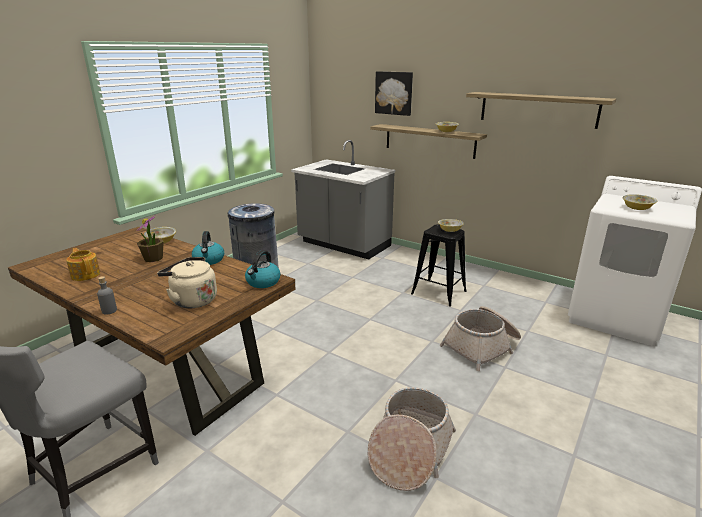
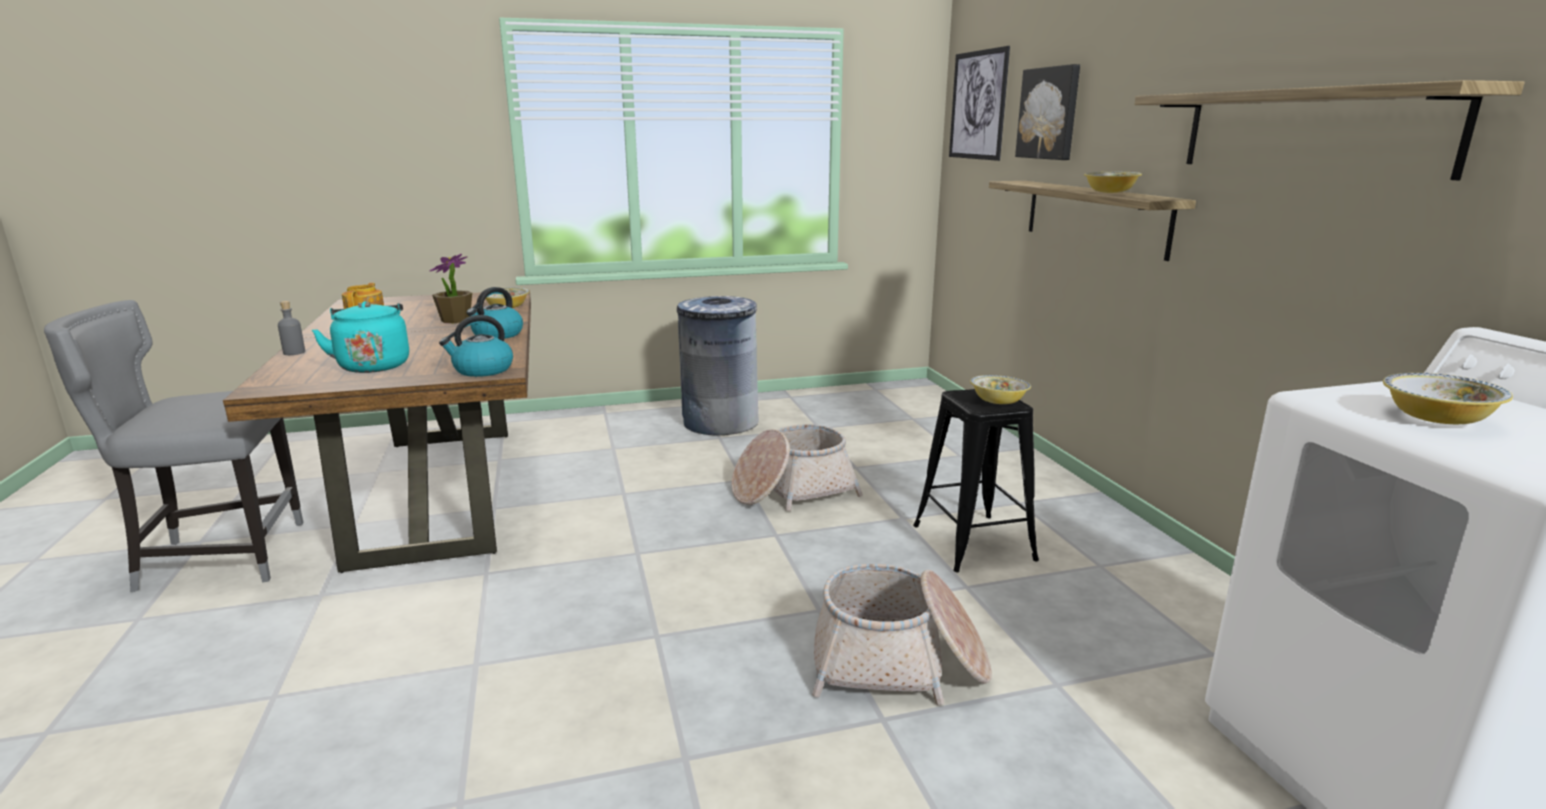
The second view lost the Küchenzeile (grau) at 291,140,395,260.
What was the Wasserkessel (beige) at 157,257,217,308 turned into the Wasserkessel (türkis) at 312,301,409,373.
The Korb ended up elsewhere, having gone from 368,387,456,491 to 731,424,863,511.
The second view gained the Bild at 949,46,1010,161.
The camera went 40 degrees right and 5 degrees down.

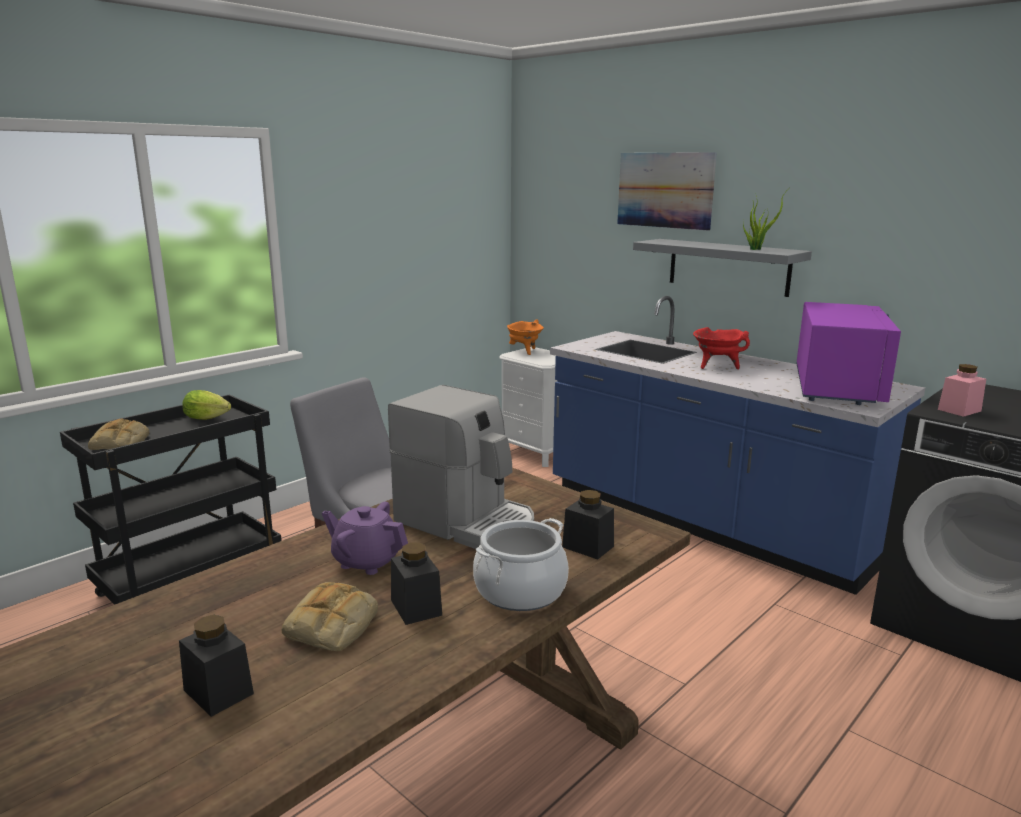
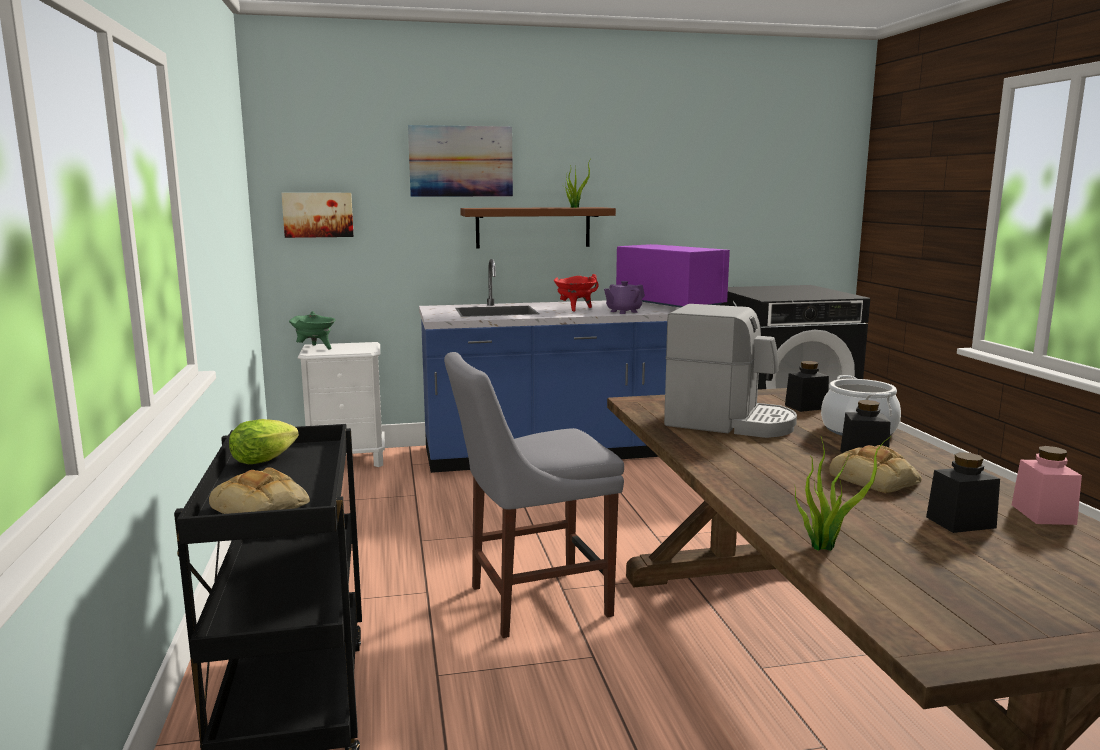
What was the Wandregal (grau) at 633,239,812,297 turned into the Wandregal (braun) at 460,207,616,248.
What was the Kochtopf (orange) at 507,319,544,355 turned into the Kochtopf (grün) at 289,311,335,349.
The Vorratsglas (rosa) ended up elsewhere, having gone from 938,364,986,417 to 1012,446,1082,525.
The Kaffeemaschine at 388,385,534,549 ended up facing another way, 45 degrees clockwise from before.
The Teekanne (lila) ended up elsewhere, having gone from 322,502,408,575 to 604,281,645,314.
The second view gained the Bild at 281,193,354,238.
The second view gained the Topfpflanze at 795,436,891,551.
The camera went 55 degrees left and 5 degrees down.

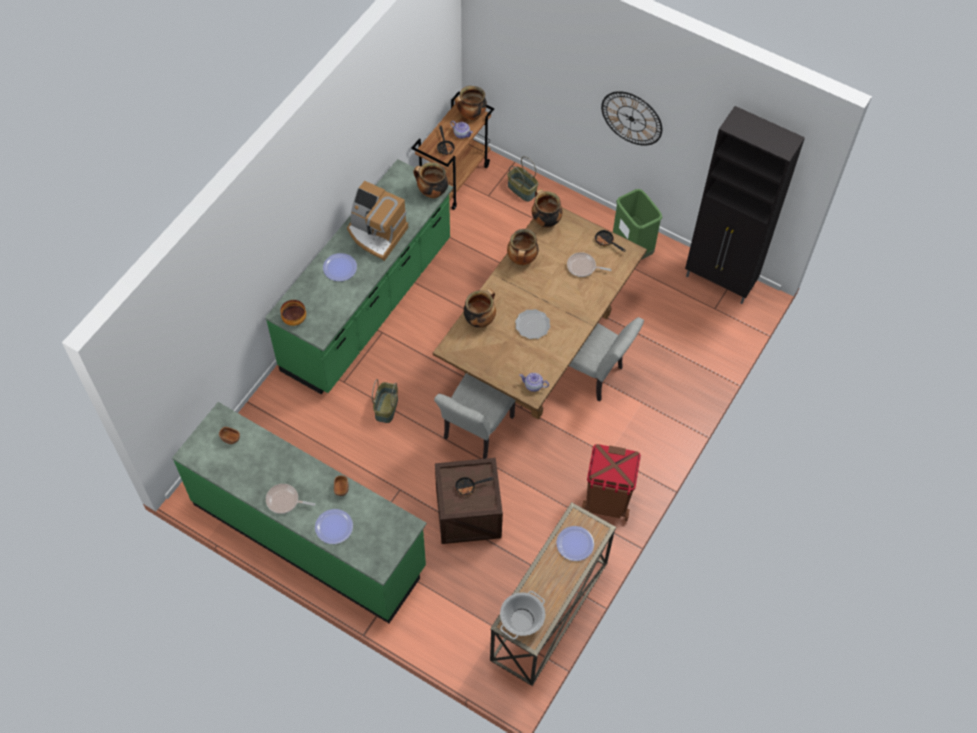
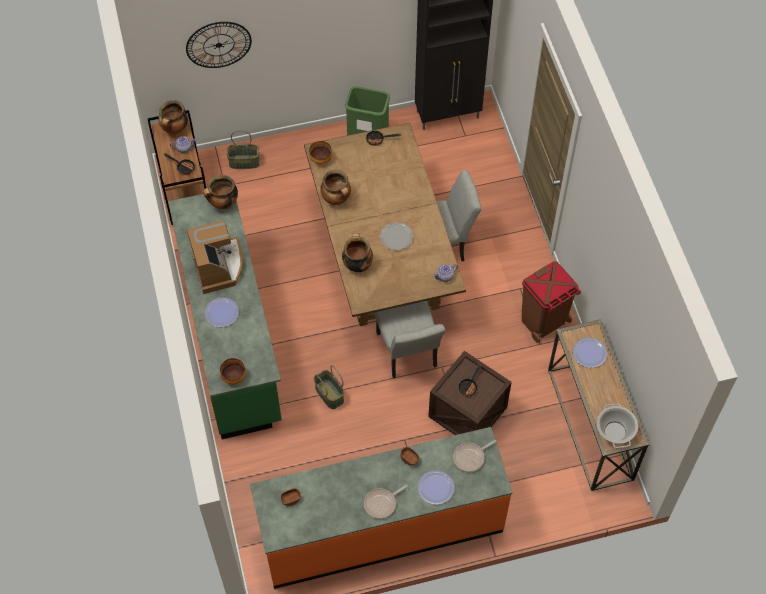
The Wanduhr ended up elsewhere, having gone from 601,91,662,146 to 186,22,252,68.
The Kaffeemaschine at 347,181,408,261 ended up facing another way, 90 degrees counterclockwise from before.
Where the Kochtopf stood at 532,189,563,228, the Schüssel came to stand at 309,141,332,164.
The Pfanne ended up elsewhere, having gone from 567,252,612,277 to 453,440,496,472.
What was the Küchenzeile (grün) at 172,402,427,623 turned into the Küchenzeile (orange) at 250,427,513,589.
The camera went 45 degrees left and 0 degrees up.

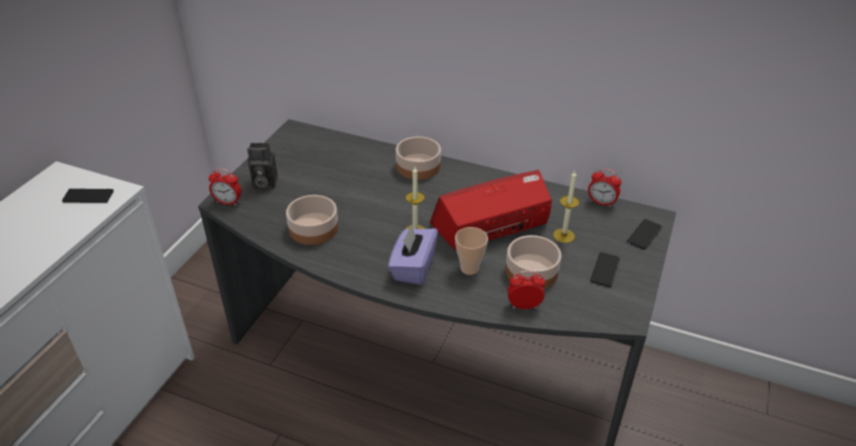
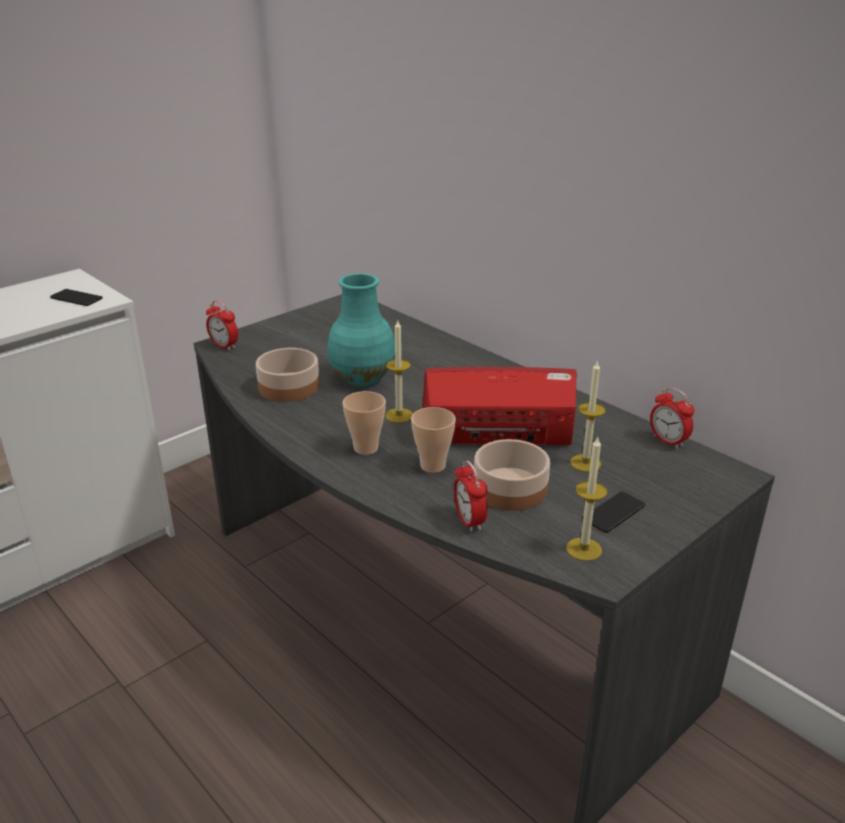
The second view lost the Schüssel at 396,137,441,180.
The second view lost the Kamera at 247,143,278,189.
The second view lost the Handy at 627,219,662,249.
Where the Taschentuchbox (lila) stood at 388,224,438,285, the Tasse came to stand at 343,391,386,455.
The Wecker at 508,271,545,309 ended up facing another way, 135 degrees counterclockwise from before.
The second view gained the Vase (türkis) at 327,273,395,387.
The second view gained the Kerze at 566,437,607,561.
The camera went 25 degrees right and 10 degrees down.

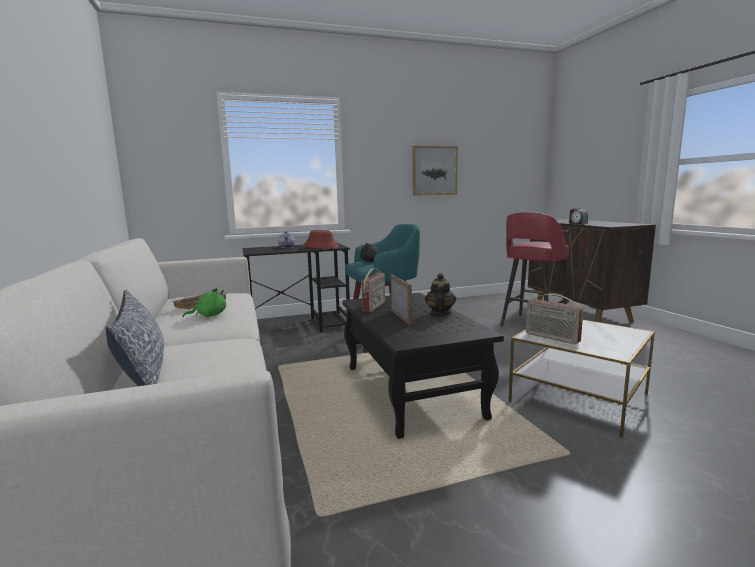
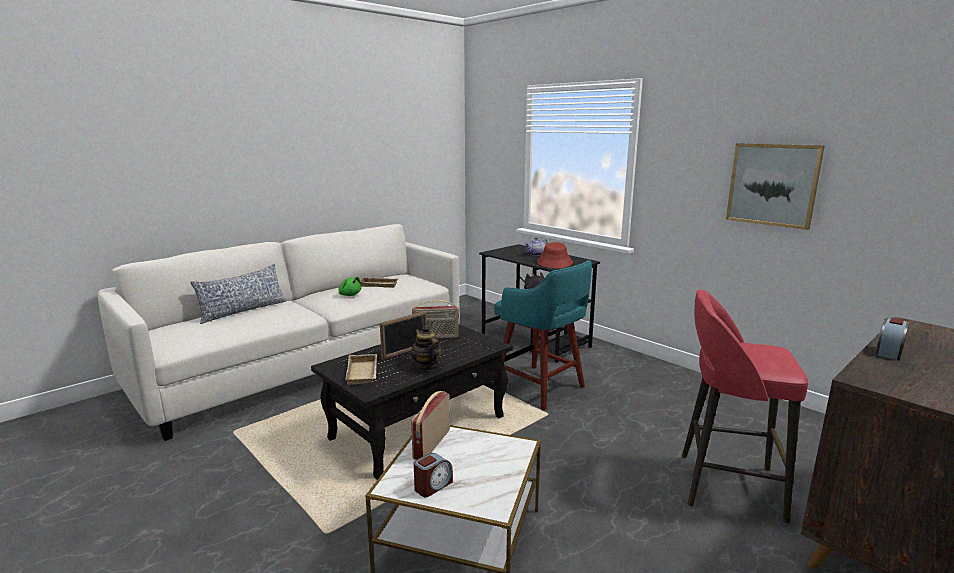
The Teekanne at 425,273,456,316 ended up facing another way, 105 degrees counterclockwise from before.
The second view gained the Tablett (beige) at 345,354,377,385.
The second view gained the Wecker at 414,453,453,497.
The camera went 65 degrees right and 5 degrees up.

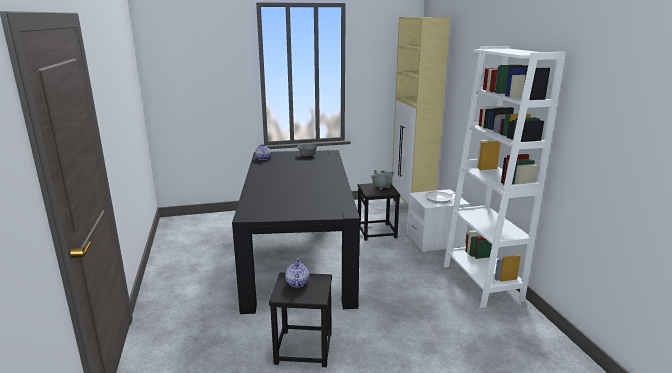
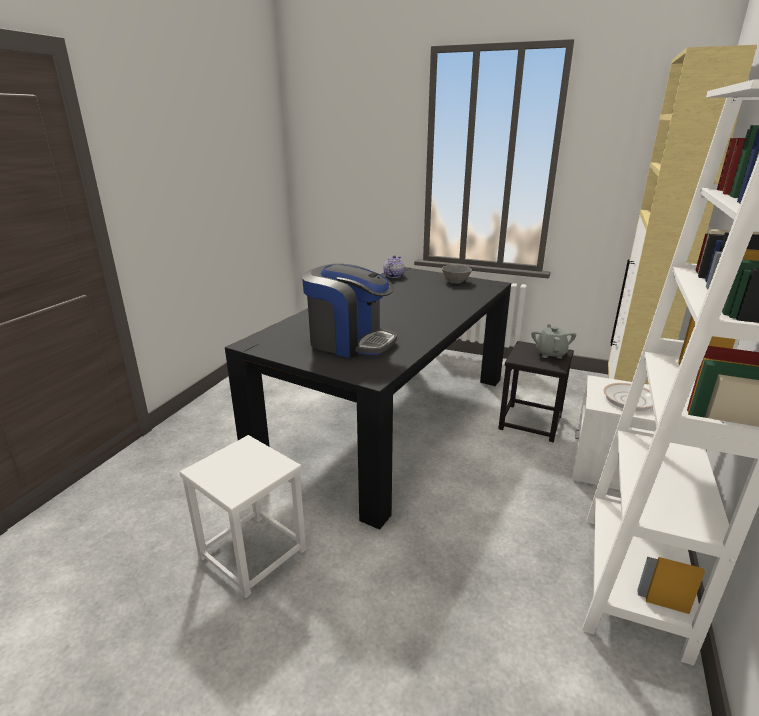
The second view lost the Teekanne at 285,259,309,288.
What was the Hocker (schwarz) at 269,272,332,367 turned into the Hocker (weiß) at 179,435,306,598.
The second view gained the Kaffeemaschine at 302,263,397,358.
The camera went 35 degrees right and 5 degrees up.

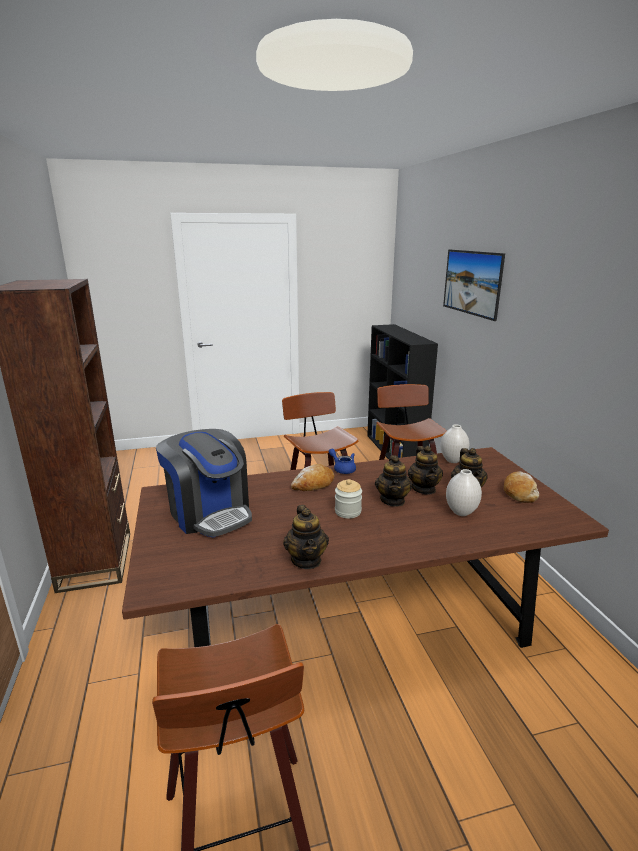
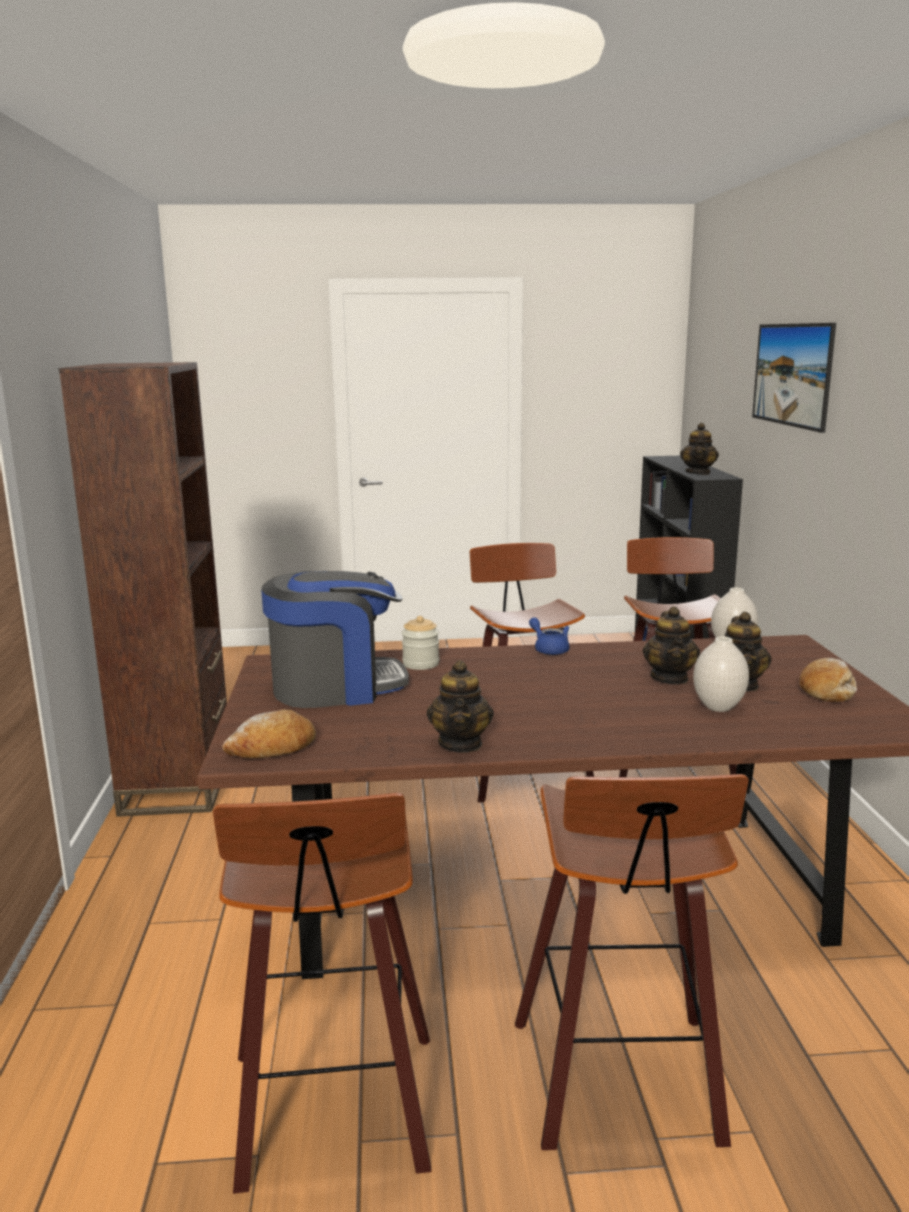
The Kaffeemaschine at 156,429,252,537 ended up facing another way, 75 degrees counterclockwise from before.
The Teekanne ended up elsewhere, having gone from 375,455,413,507 to 680,423,719,475.
The Brot ended up elsewhere, having gone from 291,464,335,491 to 222,710,316,758.
The Vorratsglas ended up elsewhere, having gone from 335,479,362,518 to 402,616,440,670.
The second view gained the Hocker at 515,774,749,1150.
The camera went 10 degrees right and 5 degrees down.

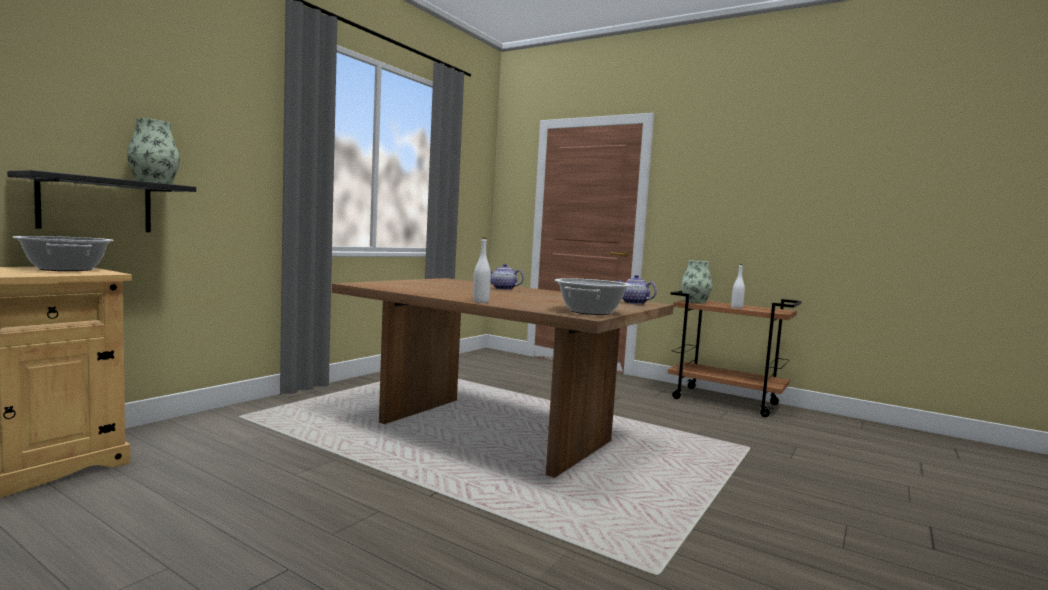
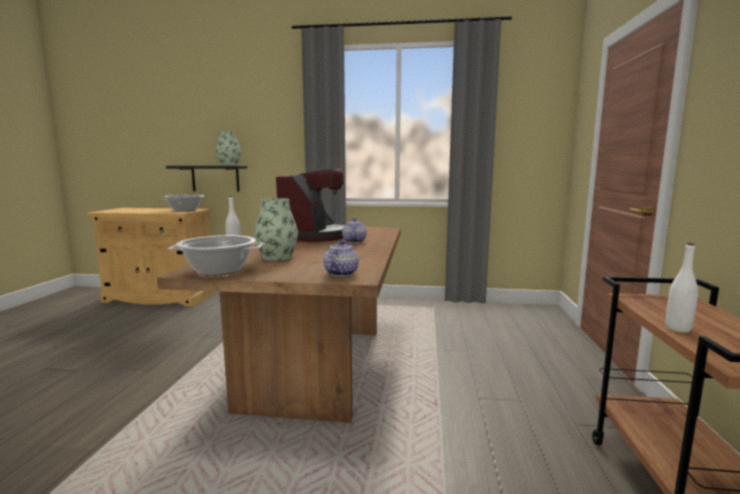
The Vase ended up elsewhere, having gone from 681,260,713,304 to 254,198,298,261.
The second view gained the Kaffeemaschine at 276,168,345,242.
The camera went 65 degrees right and 5 degrees up.

